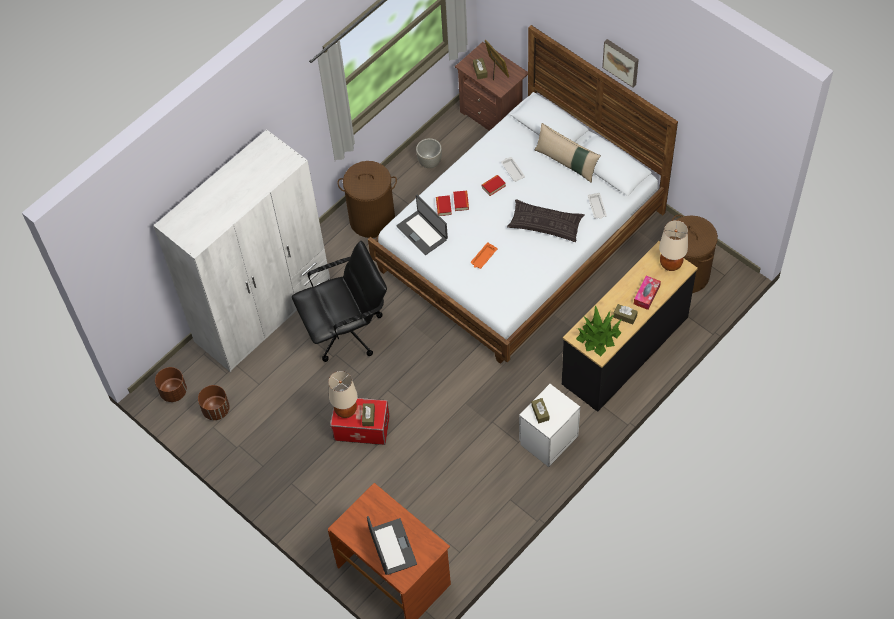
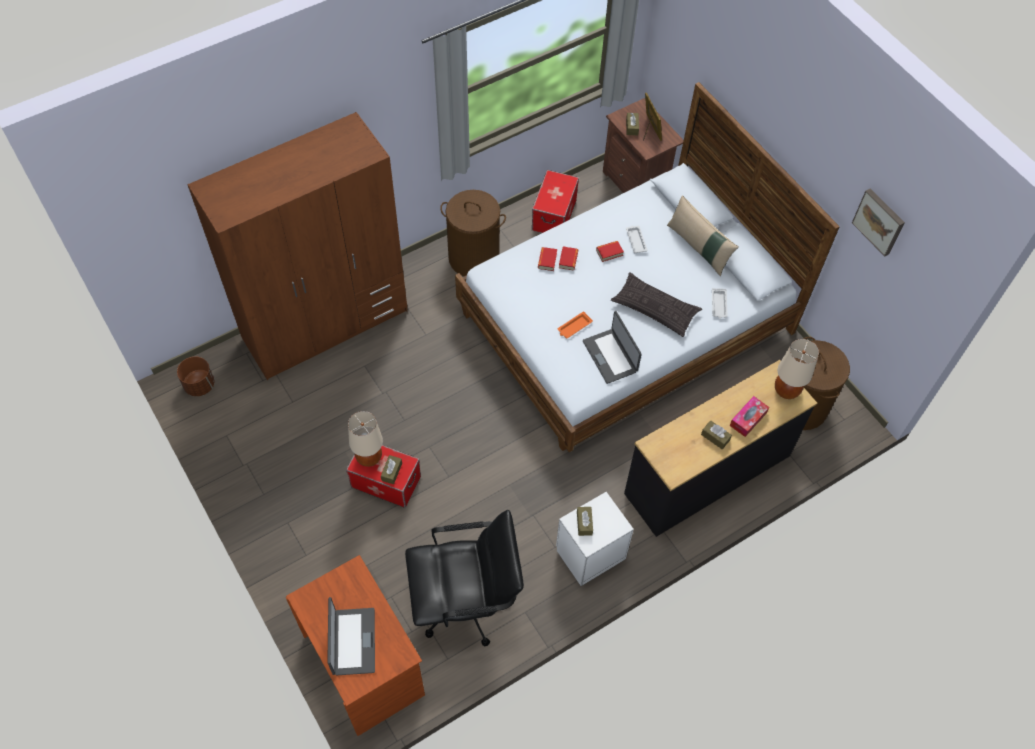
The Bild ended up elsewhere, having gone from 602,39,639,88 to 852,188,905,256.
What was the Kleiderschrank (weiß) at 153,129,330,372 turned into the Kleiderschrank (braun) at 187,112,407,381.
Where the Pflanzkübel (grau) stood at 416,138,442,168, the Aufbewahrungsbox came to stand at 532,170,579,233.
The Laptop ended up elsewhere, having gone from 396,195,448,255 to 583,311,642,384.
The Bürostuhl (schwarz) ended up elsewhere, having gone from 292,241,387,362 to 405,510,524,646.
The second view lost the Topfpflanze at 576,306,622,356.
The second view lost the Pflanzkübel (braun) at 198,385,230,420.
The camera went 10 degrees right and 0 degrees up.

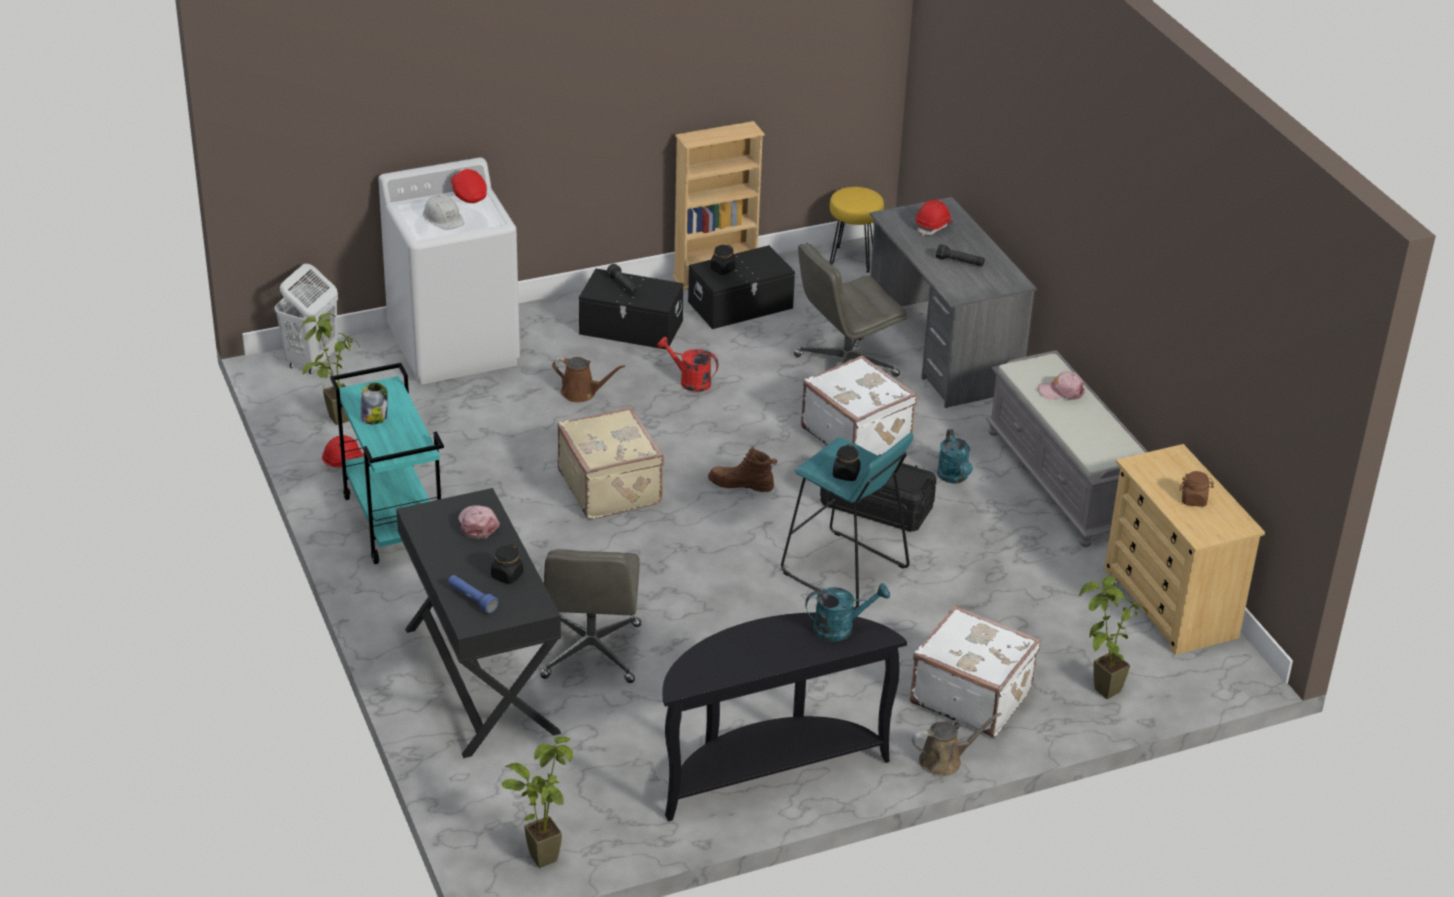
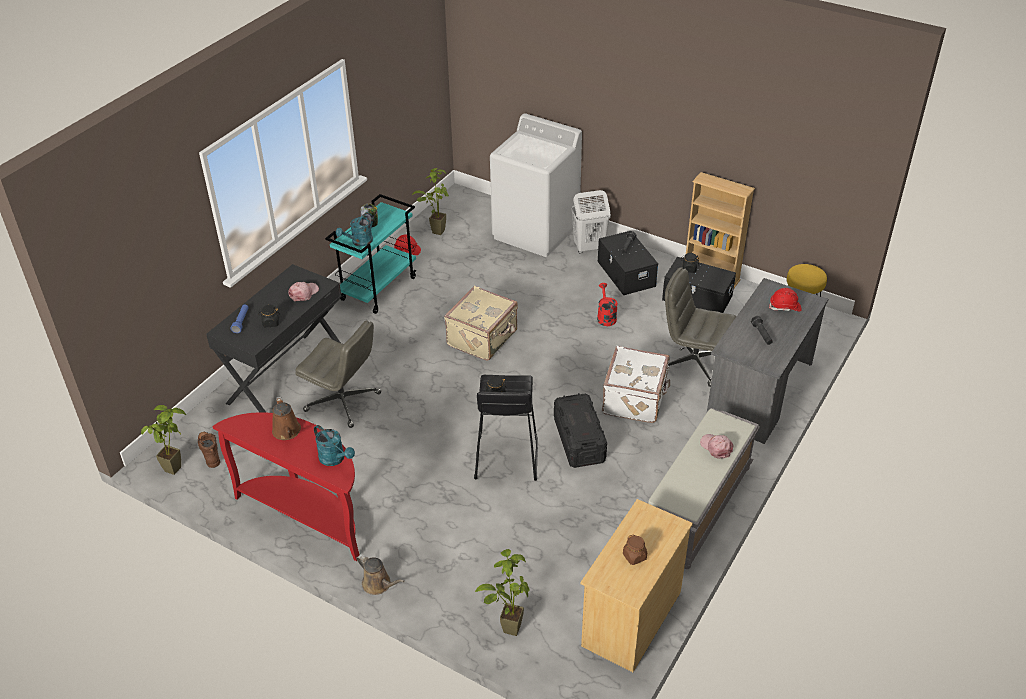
The second view lost the Kappe (rot) at 451,169,487,203.
The second view lost the Schutzhelm (weiß) at 423,194,464,230.
The Wäschekorb (weiß) ended up elsewhere, having gone from 274,264,338,374 to 571,190,611,254.
The Gießkanne (braun) ended up elsewhere, having gone from 552,357,625,402 to 272,396,301,440.
The Gießkanne (türkis) ended up elsewhere, having gone from 937,429,973,484 to 336,212,373,246.
What was the Hocker (türkis) at 781,433,914,610 turned into the Hocker (schwarz) at 474,375,538,481.
The Stiefel (braun) ended up elsewhere, having gone from 708,447,777,492 to 198,432,220,468.
The Bürostuhl (grau) at 540,549,641,683 ended up facing another way, 120 degrees counterclockwise from before.
The second view lost the Koffer (weiß) at 910,605,1041,738.
What was the Konsolentisch (schwarz) at 662,613,907,821 turned into the Konsolentisch (rot) at 213,412,359,561.
The camera went 55 degrees right and 5 degrees up.

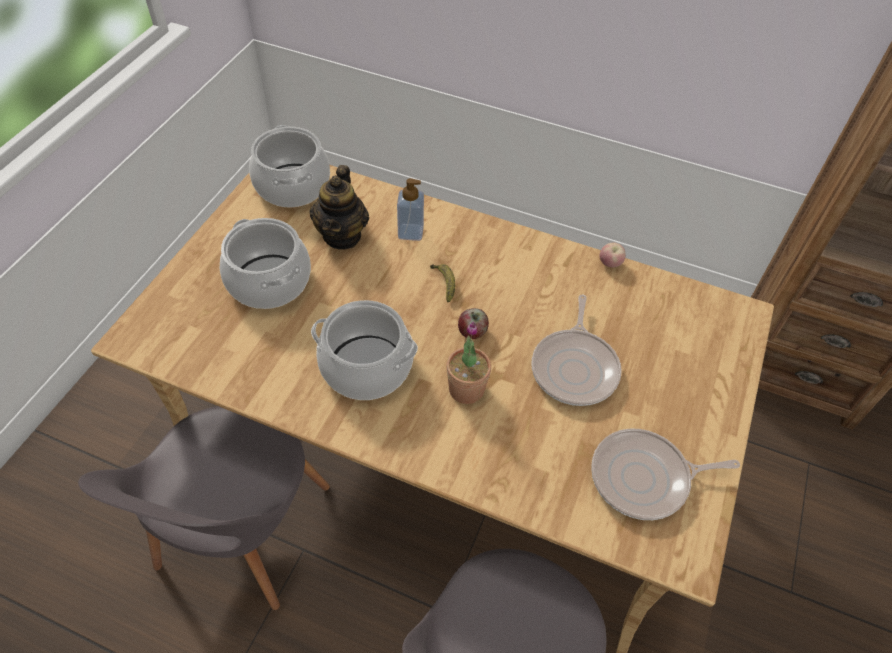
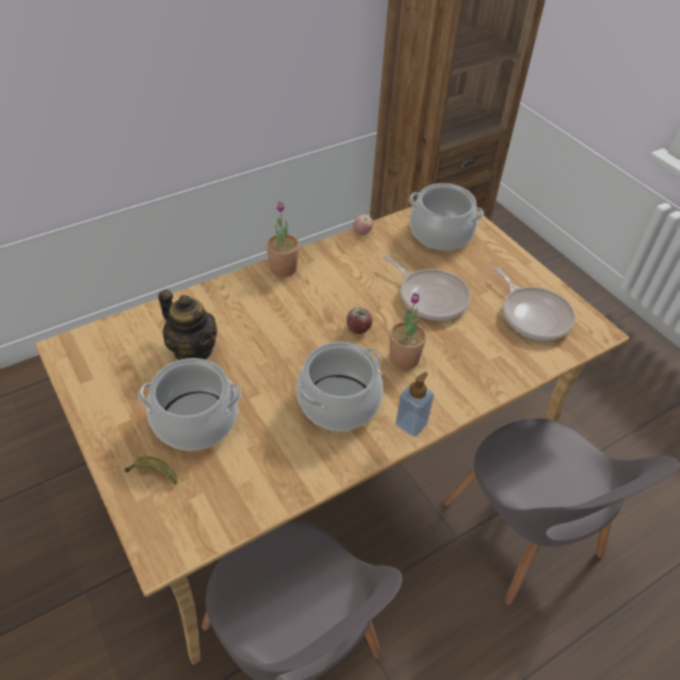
The Kochtopf ended up elsewhere, having gone from 249,125,330,207 to 409,183,484,251.
The Seifenspender ended up elsewhere, having gone from 397,178,424,241 to 396,372,434,437.
The Banane ended up elsewhere, having gone from 430,264,455,302 to 125,457,178,484.
The Pfanne at 591,429,740,520 ended up facing another way, 60 degrees counterclockwise from before.
The second view gained the Topfpflanze at 266,201,299,277.
The camera went 55 degrees left and 5 degrees down.

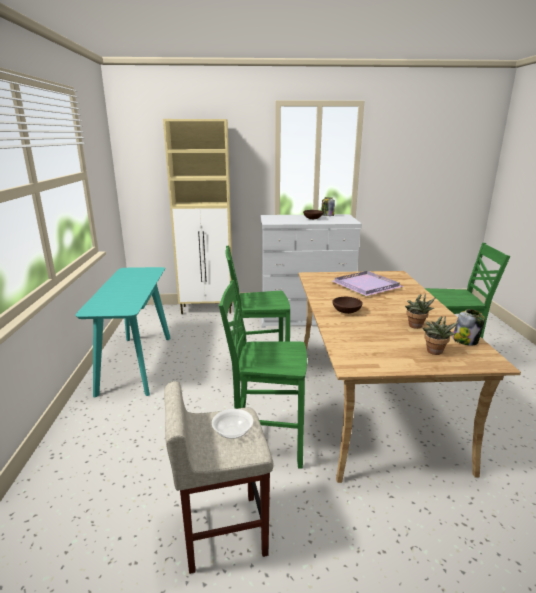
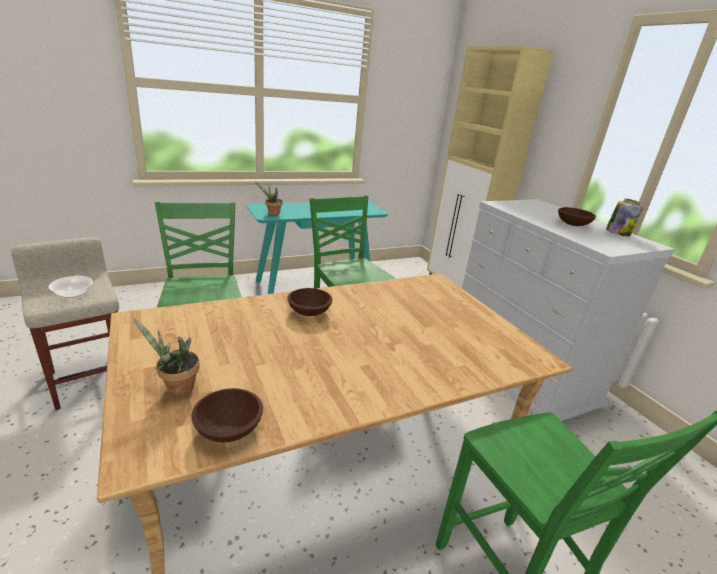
The second view lost the Tablett (lila) at 332,271,404,296.
The Topfpflanze ended up elsewhere, having gone from 405,293,436,329 to 255,182,283,216.
Where the Vorratsglas stood at 452,309,485,346, the Schüssel (braun) came to stand at 191,388,263,442.
The camera went 65 degrees right and 5 degrees up.

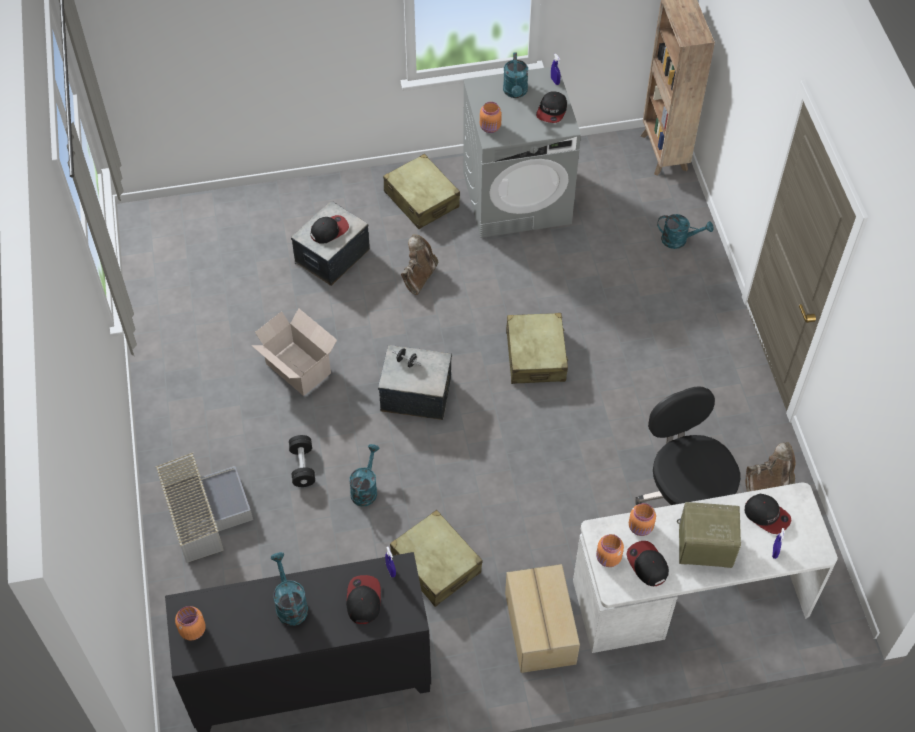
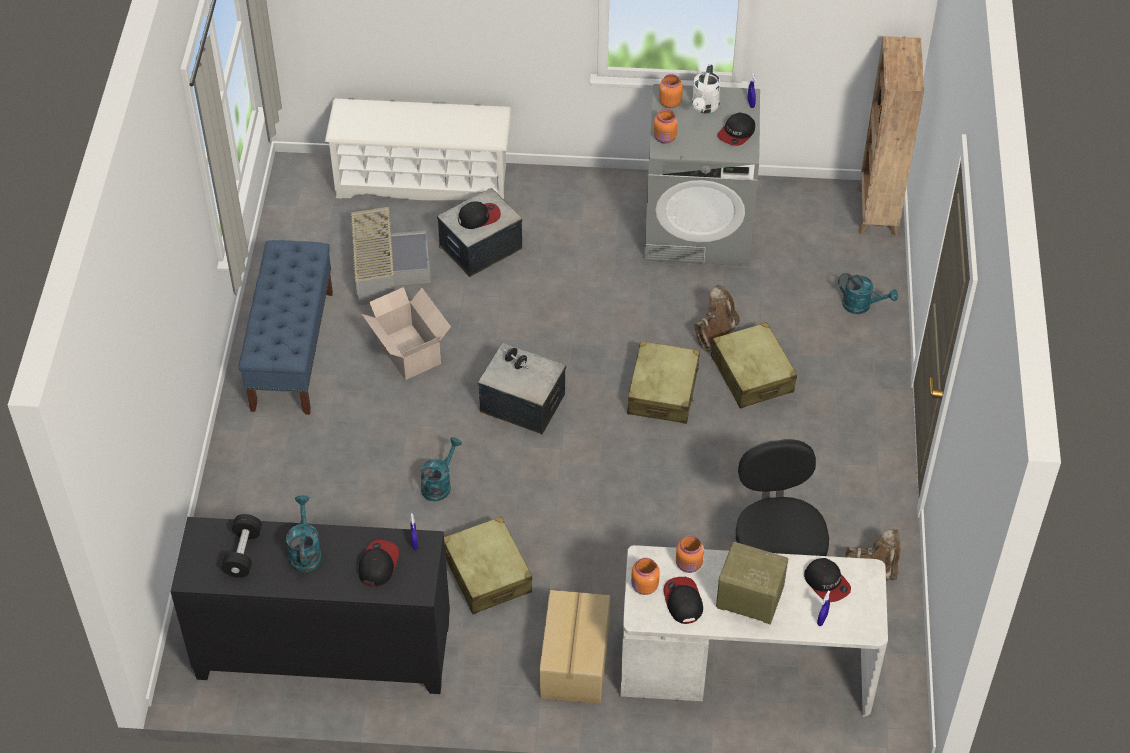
What was the Gießkanne (türkis) at 503,53,528,98 turned into the Gießkanne (weiß) at 692,64,721,113.
The Koffer (beige) ended up elsewhere, having gone from 383,154,460,229 to 711,322,797,409.
The Stiefel (braun) ended up elsewhere, having gone from 401,234,438,295 to 694,285,740,352.
The Hantel (schwarz) ended up elsewhere, having gone from 289,435,315,487 to 222,514,262,578.
The Aufbewahrungsbox (grau) ended up elsewhere, having gone from 155,453,253,563 to 351,207,431,305.
The Vorratsglas (orange) ended up elsewhere, having gone from 175,606,206,641 to 659,74,683,108.
The second view gained the Schuhregal (weiß) at 325,99,511,200.
The second view gained the Bank (blau) at 238,240,333,415.
The camera went 15 degrees right and 5 degrees down.

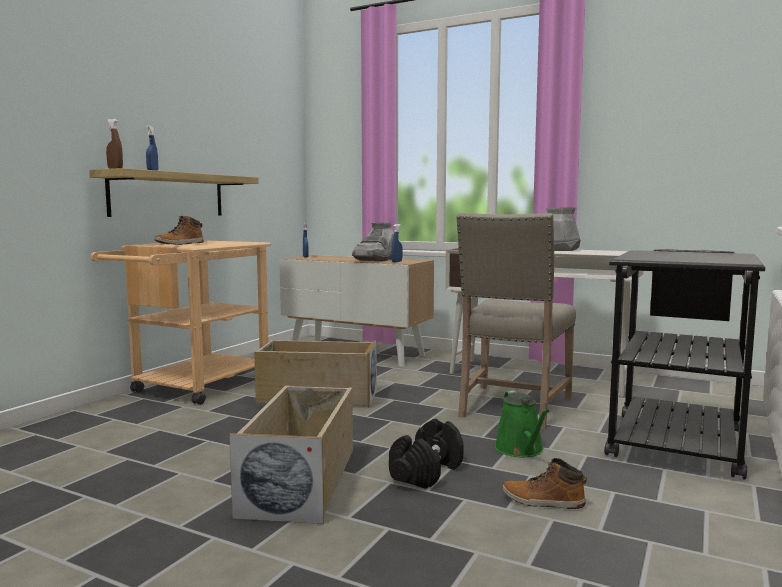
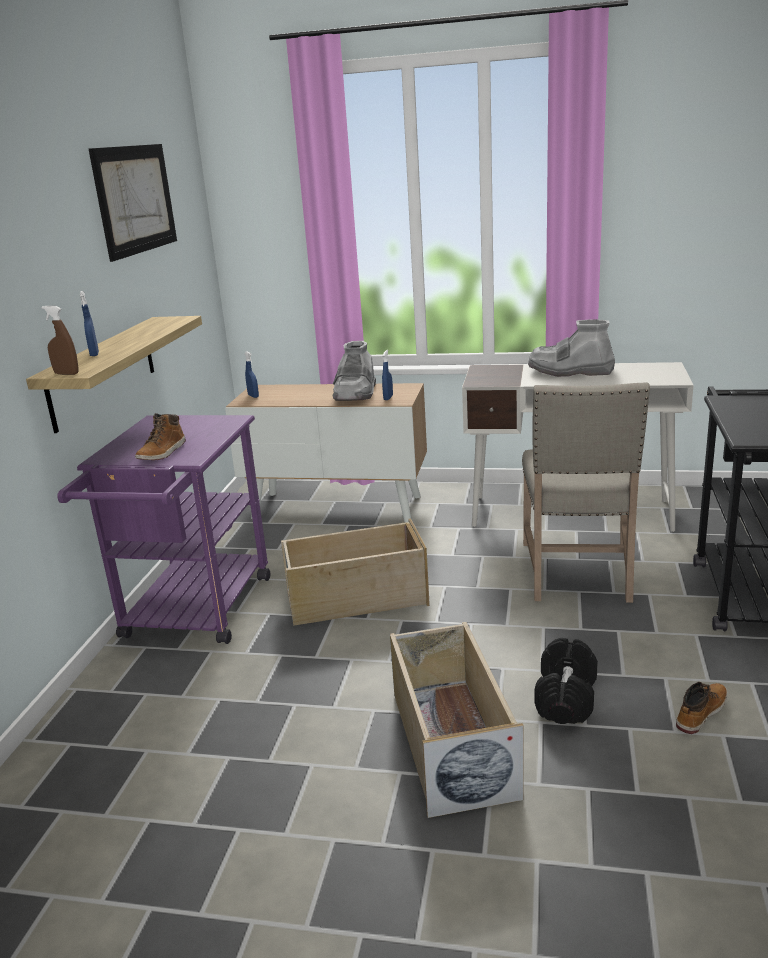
What was the Rollwagen (beige) at 91,240,271,405 turned into the Rollwagen (lila) at 57,415,270,644.
The second view lost the Gießkanne (grün) at 494,390,549,457.
The Stiefel at 503,458,587,509 ended up facing another way, 135 degrees clockwise from before.
The second view gained the Bild at 89,144,177,262.
The camera went 15 degrees left and 15 degrees up.

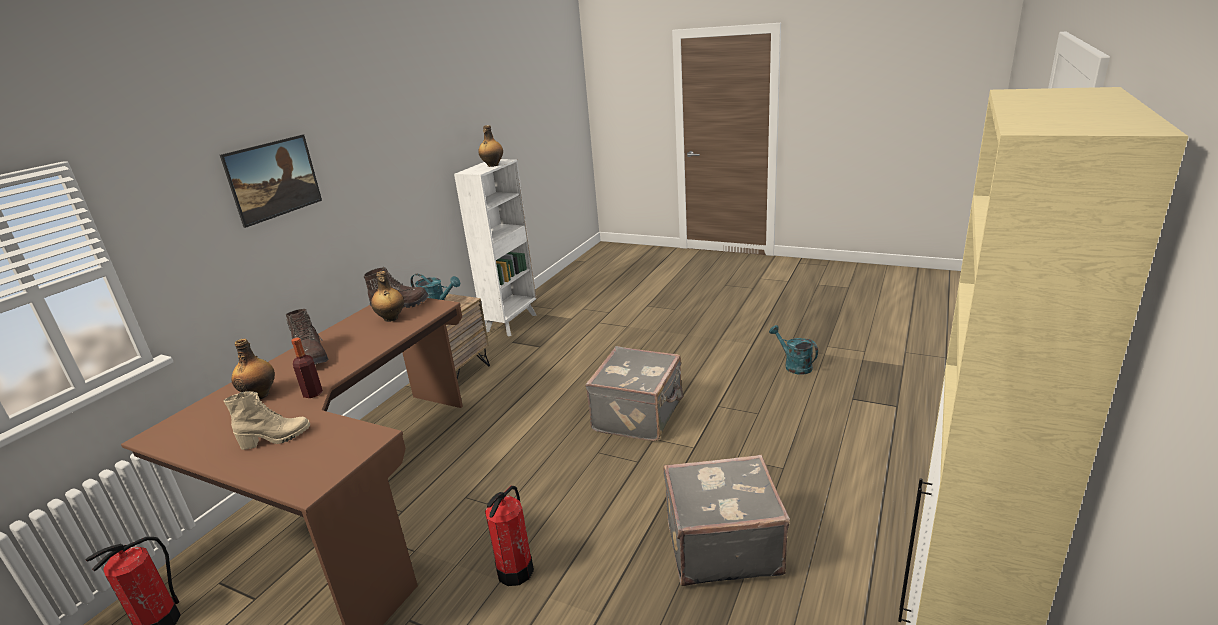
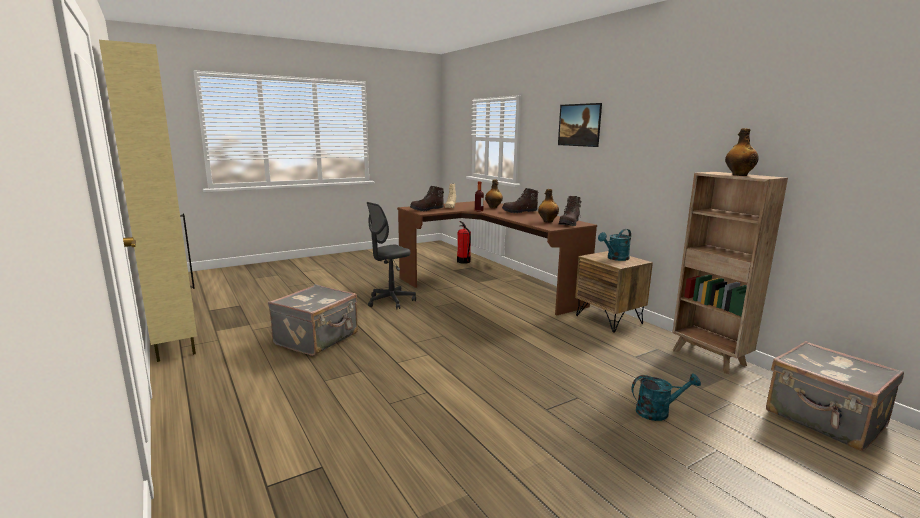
What was the Bücherregal (weiß) at 454,159,537,337 turned into the Bücherregal (braun) at 672,172,788,374.
The Gießkanne (türkis) ended up elsewhere, having gone from 769,325,818,375 to 632,373,701,421.
The Koffer (grau) ended up elsewhere, having gone from 585,346,683,441 to 766,341,904,452.
Where the Feuerlöscher stood at 485,486,534,586, the Bürostuhl (grau) came to stand at 367,202,416,309.
The second view gained the Stiefel (braun) at 410,186,444,211.
The camera went 120 degrees right and 10 degrees down.

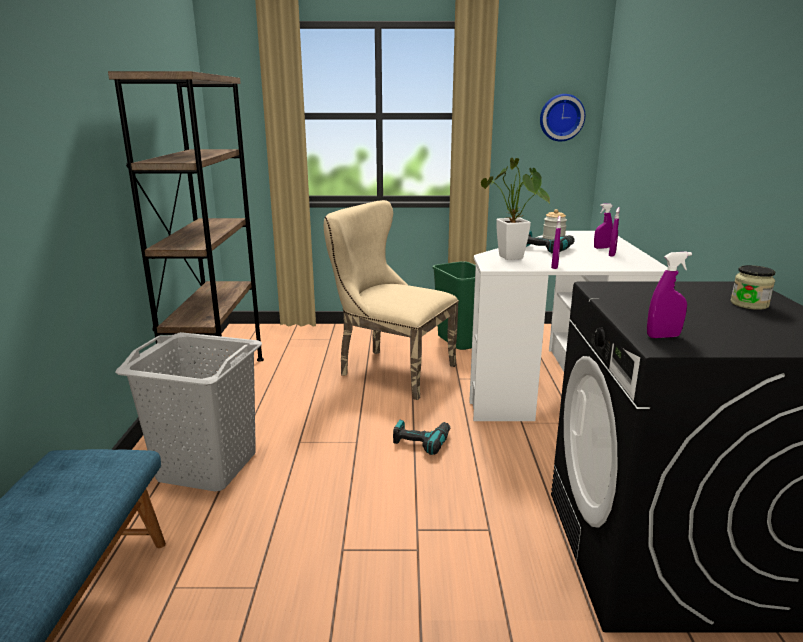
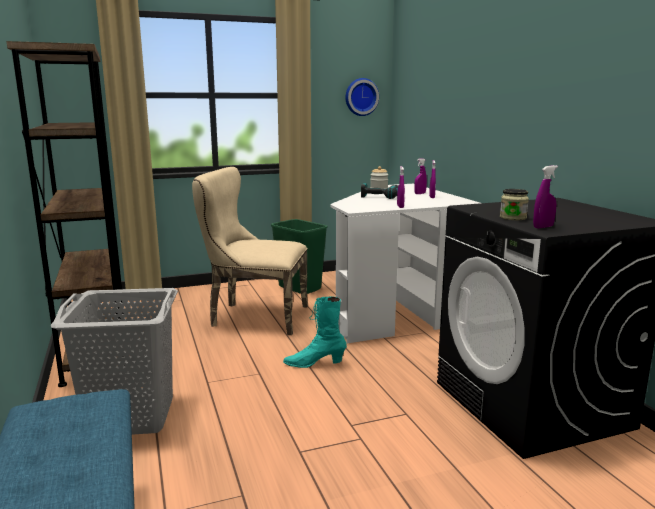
The second view lost the Topfpflanze at 481,158,550,260.
The Vorratsglas ended up elsewhere, having gone from 730,265,775,310 to 500,189,529,220.
Where the Bohrmaschine stood at 393,420,450,455, the Stiefel (türkis) came to stand at 283,296,347,368.
The camera went 20 degrees left and 5 degrees down.

